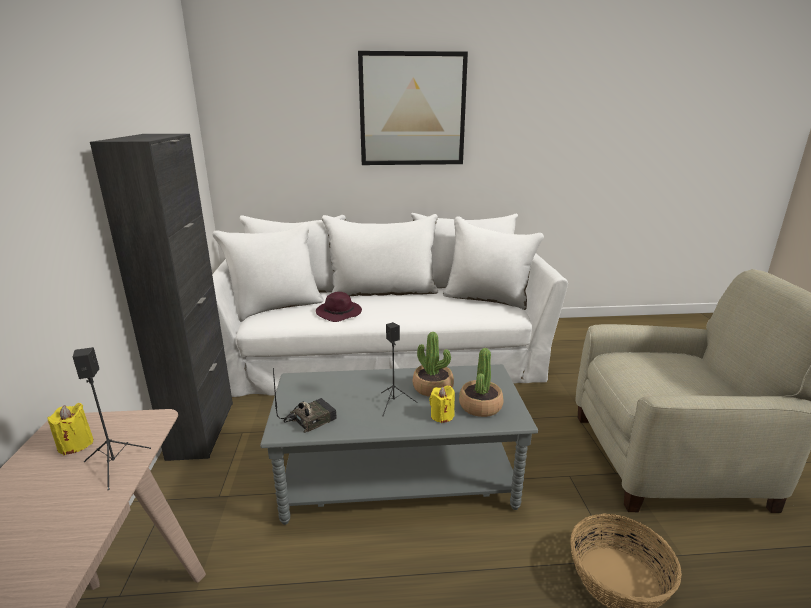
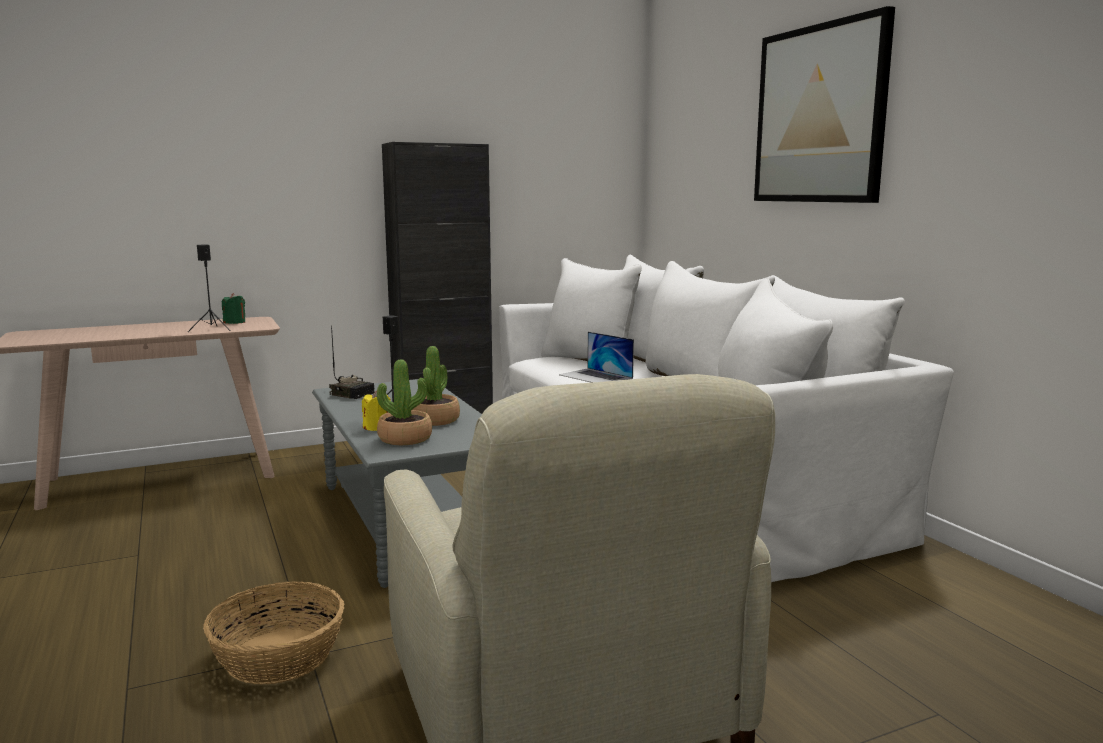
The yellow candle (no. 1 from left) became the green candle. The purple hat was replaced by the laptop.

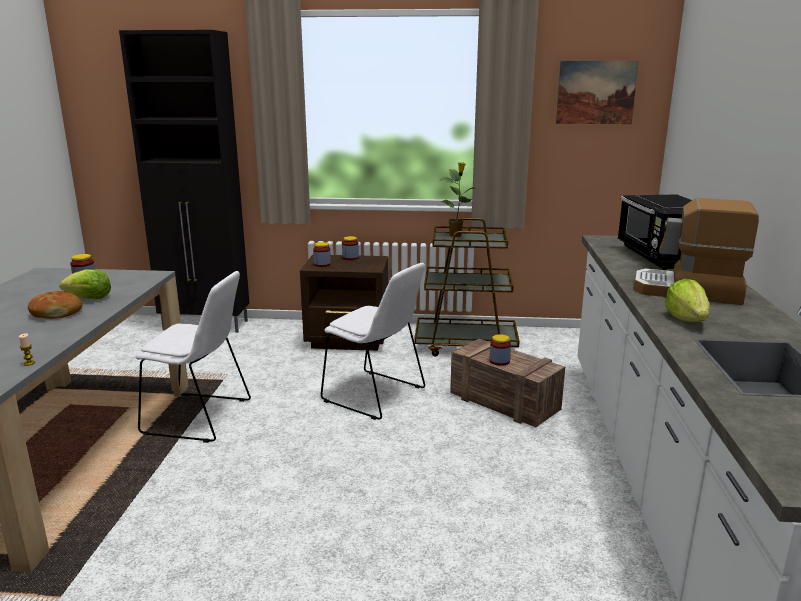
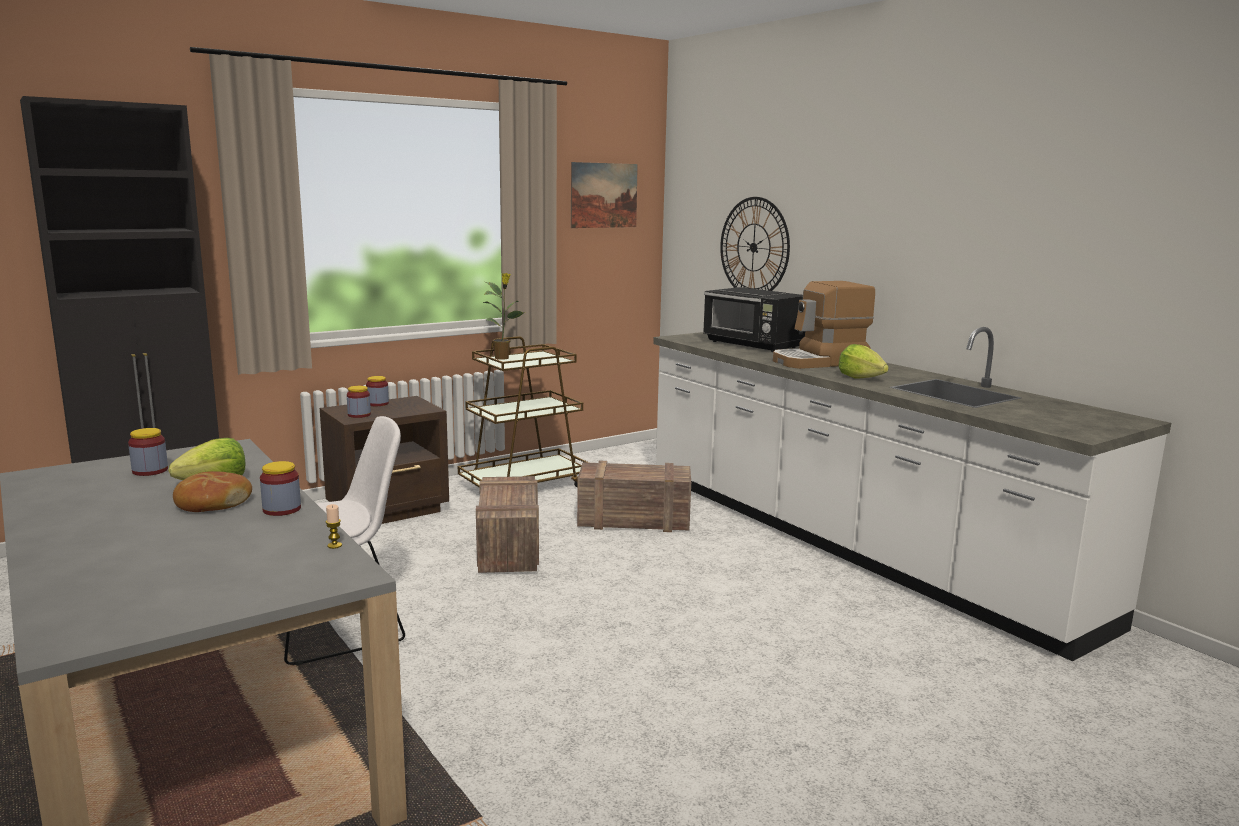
The white chair (no. 2 from left) was replaced by the crate (no. 1 from left). The jar (no. 4 from left in the first image) moved. The wall clock appeared.

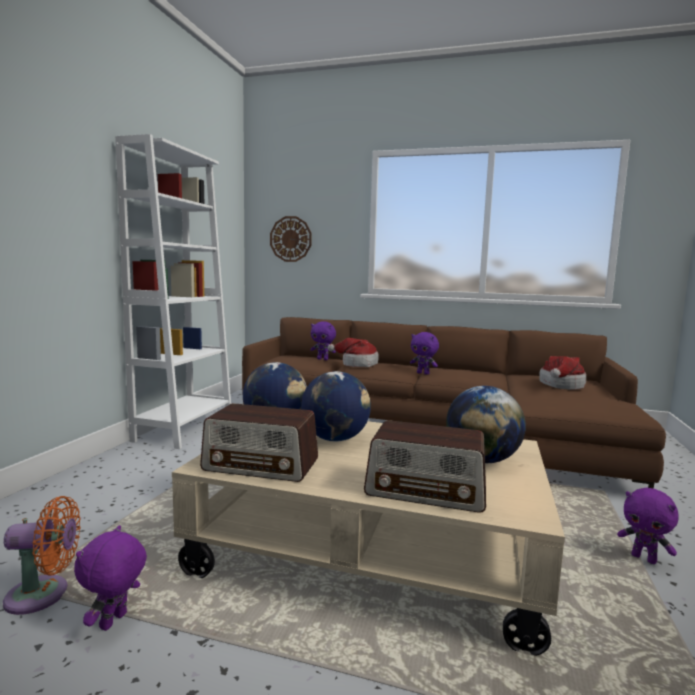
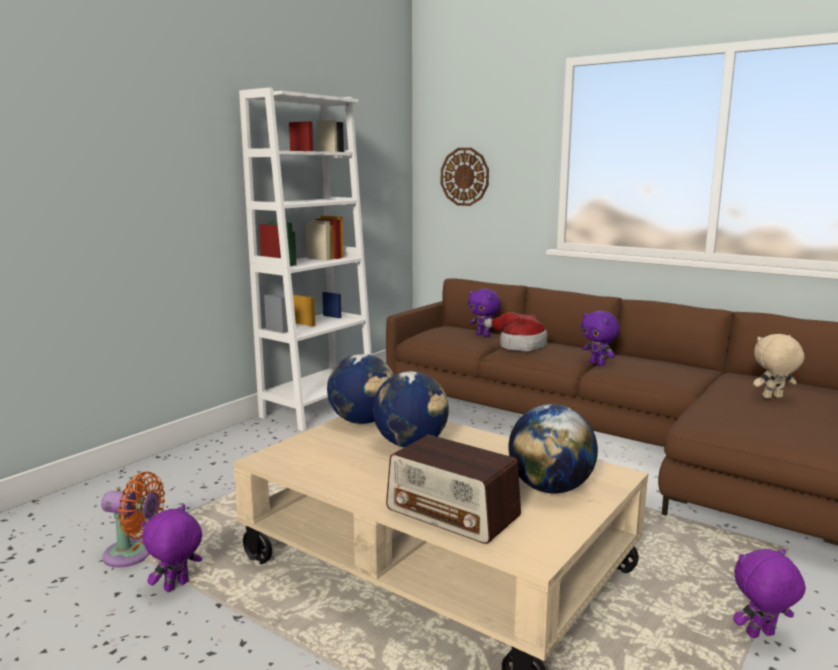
The radio (no. 1 from left) disappeared. The hat (no. 2 from left) was replaced by the beige plush toy. The purple plush toy (no. 4 from left) turned 105 degrees clockwise.

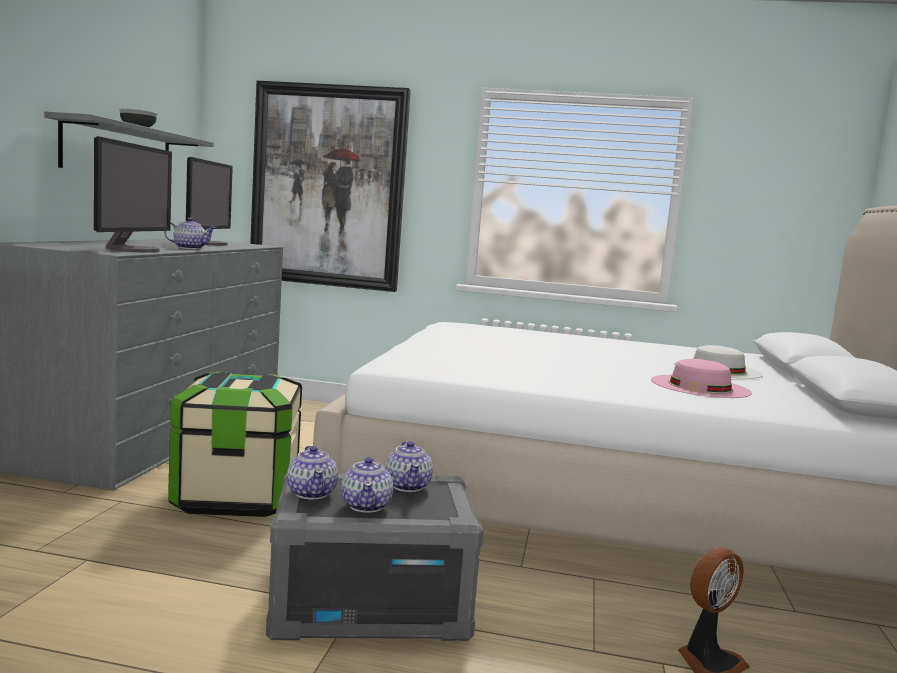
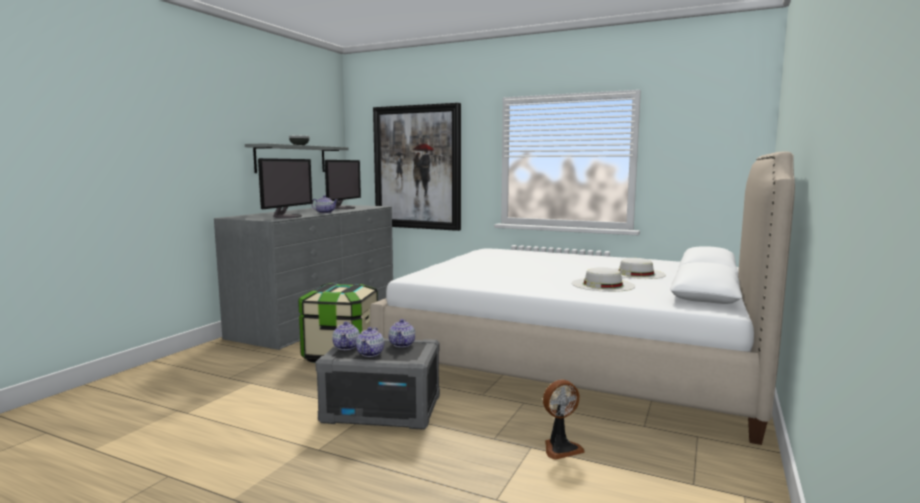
The pink hat became the white hat (no. 1 from left).

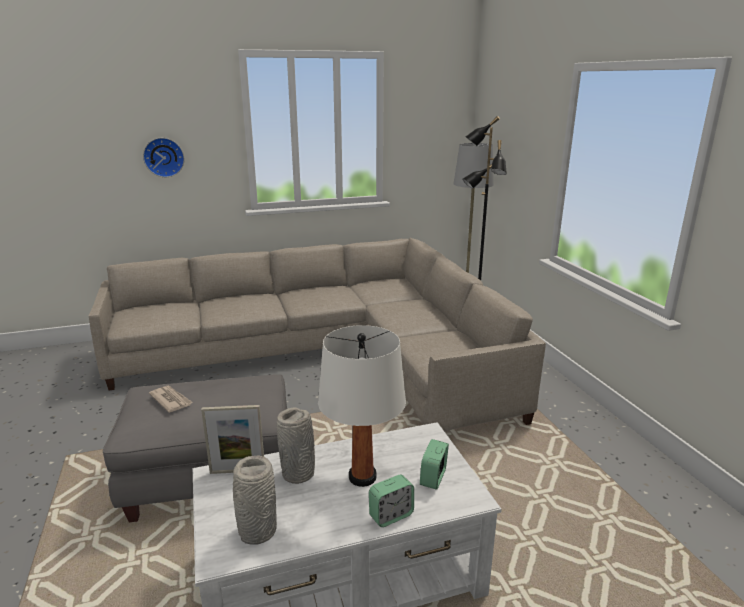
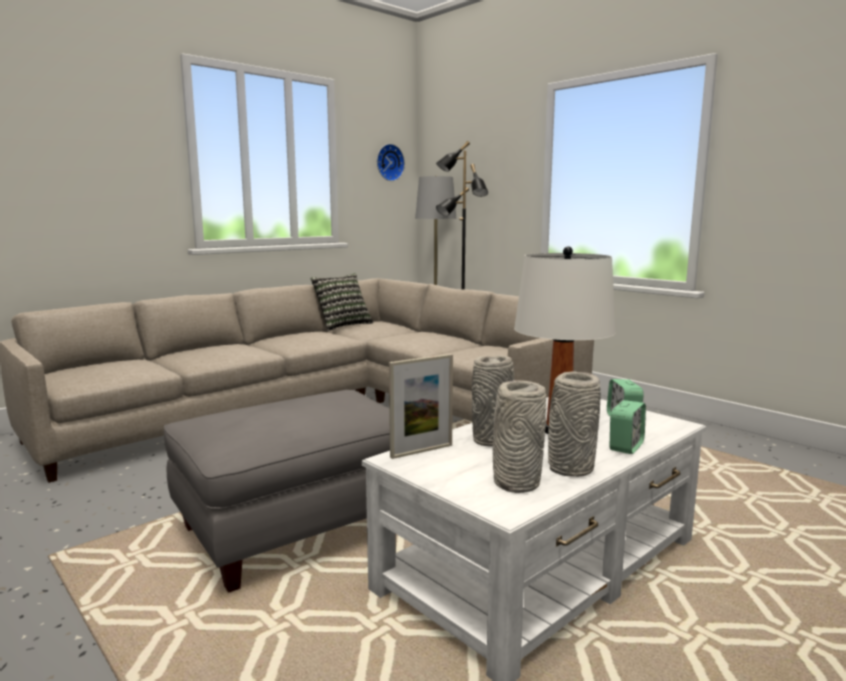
The wall clock moved. The newspaper disappeared. The pillow appeared. The grey vase (no. 3 from left) appeared.

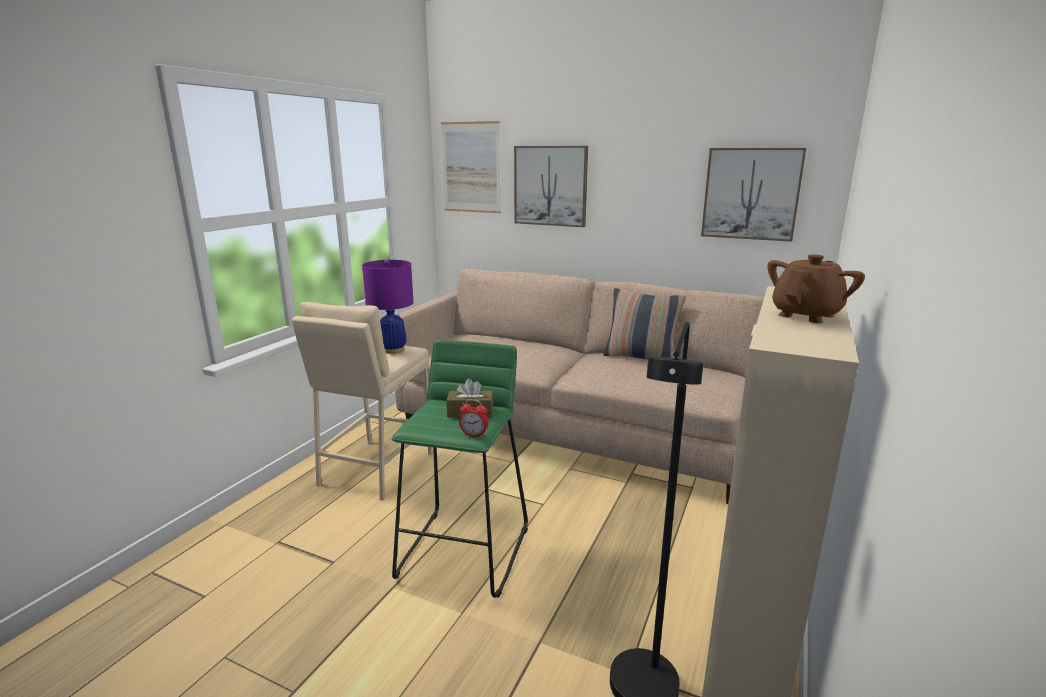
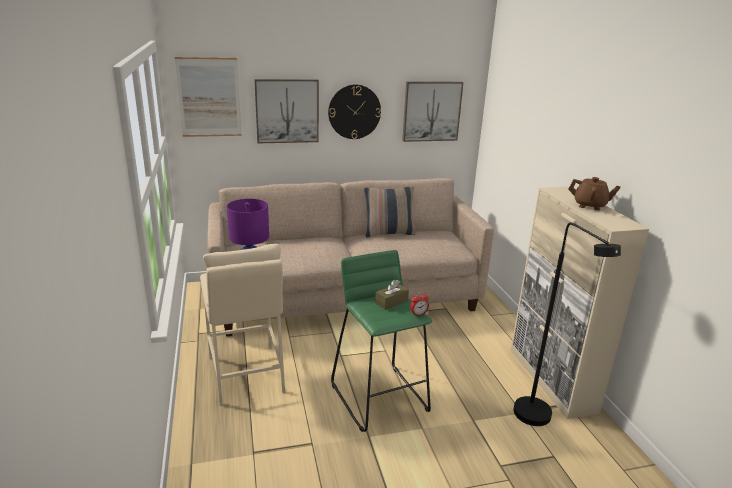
The brown teapot turned 105 degrees clockwise. The wall clock appeared.

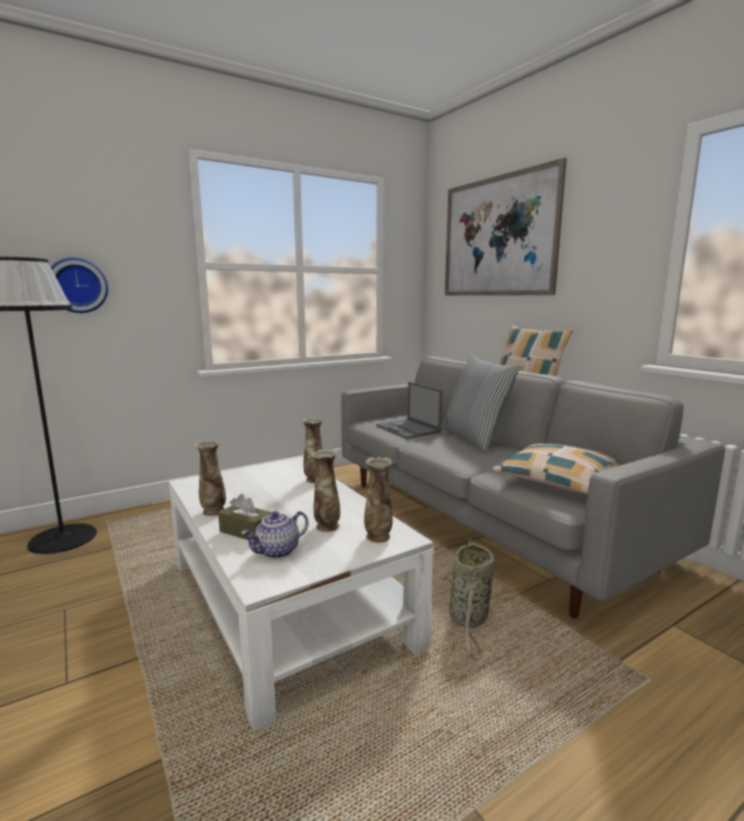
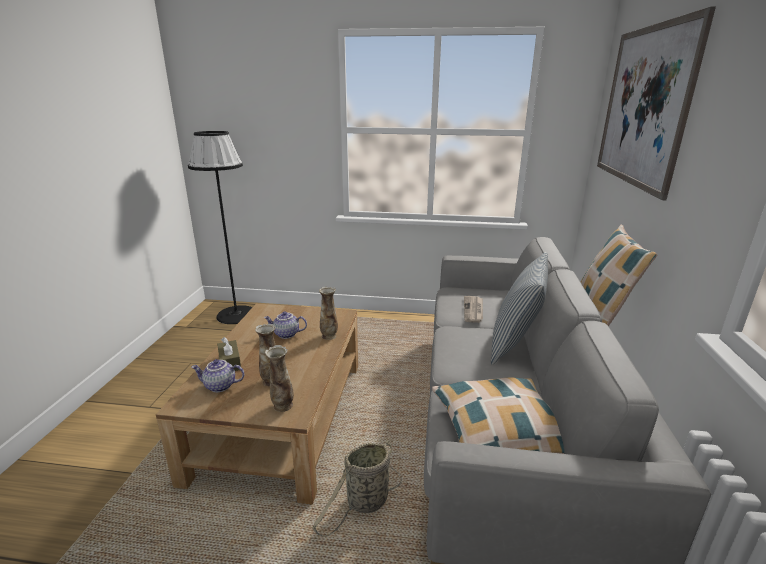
The wall clock disappeared. The white coffee table became the brown coffee table. The vase (no. 1 from left) disappeared. The laptop was replaced by the newspaper. The teapot (no. 2 from left) appeared.

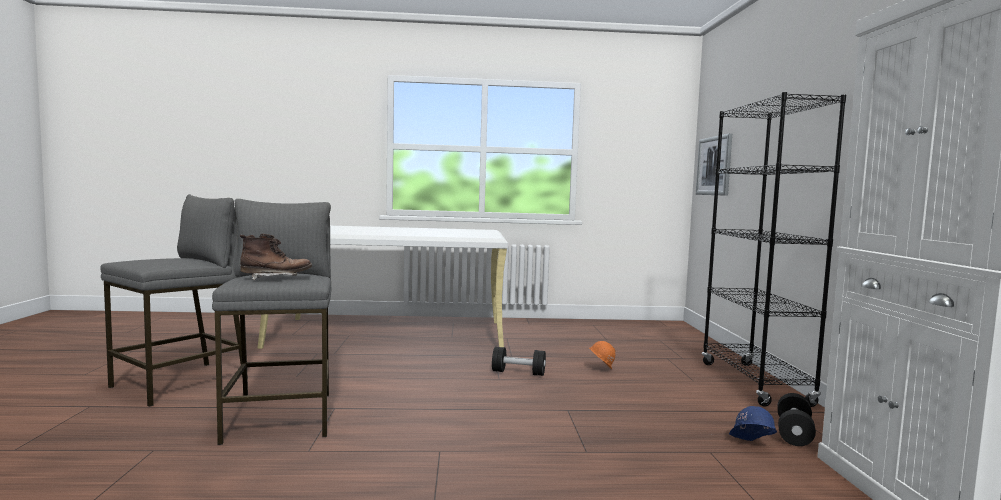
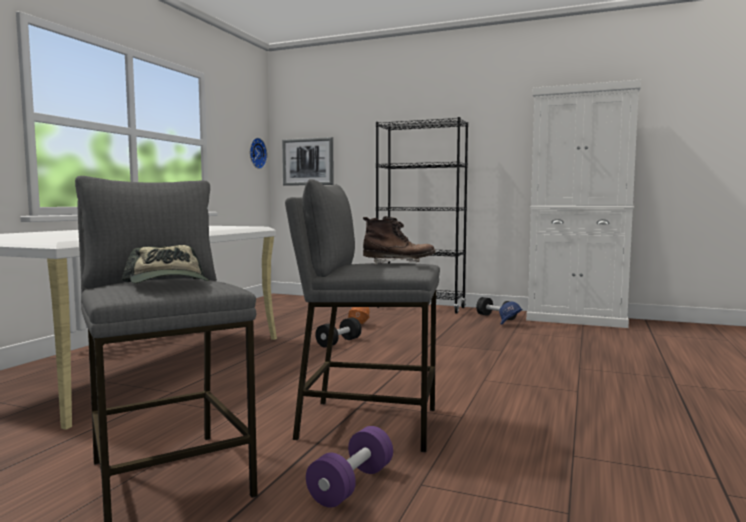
The brown boot turned 90 degrees clockwise. The cap appeared. The wall clock appeared. The purple dumbbell appeared.

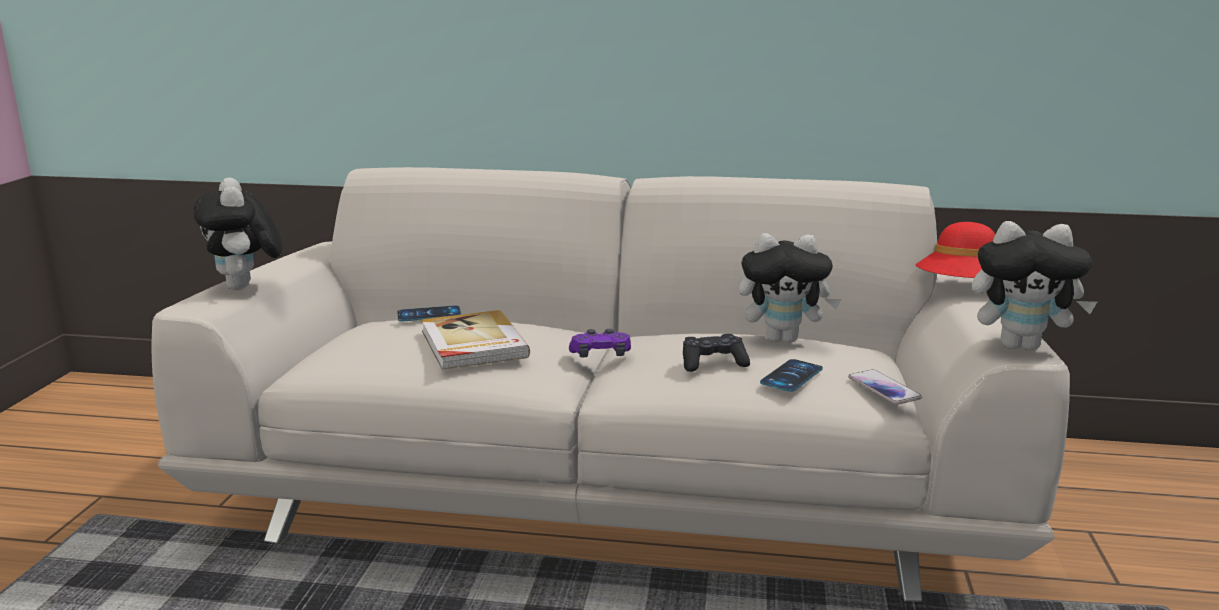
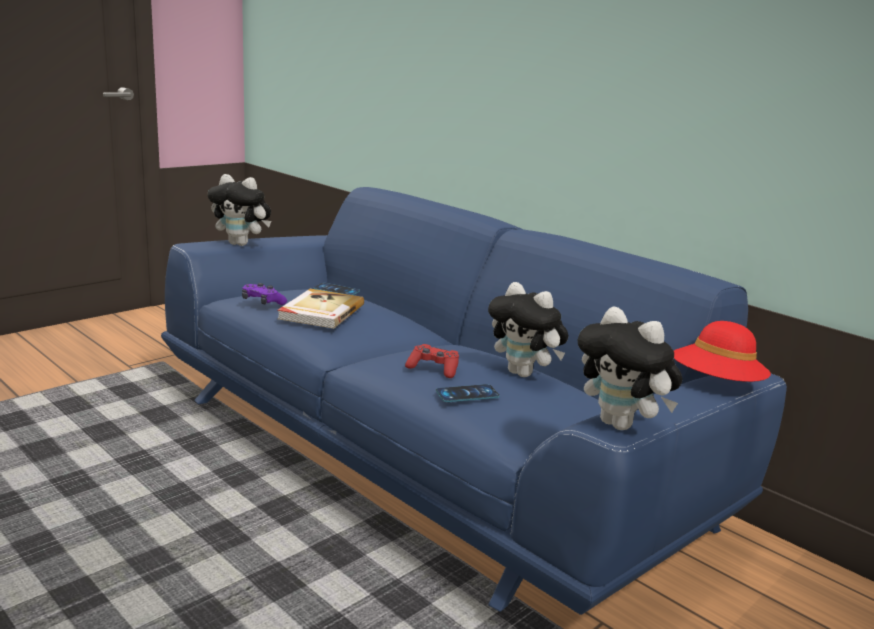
The white sofa became the blue sofa. The plush toy (no. 1 from left) turned 90 degrees counterclockwise. The purple game controller moved. The black game controller became the red game controller. The phone (no. 3 from left) disappeared.

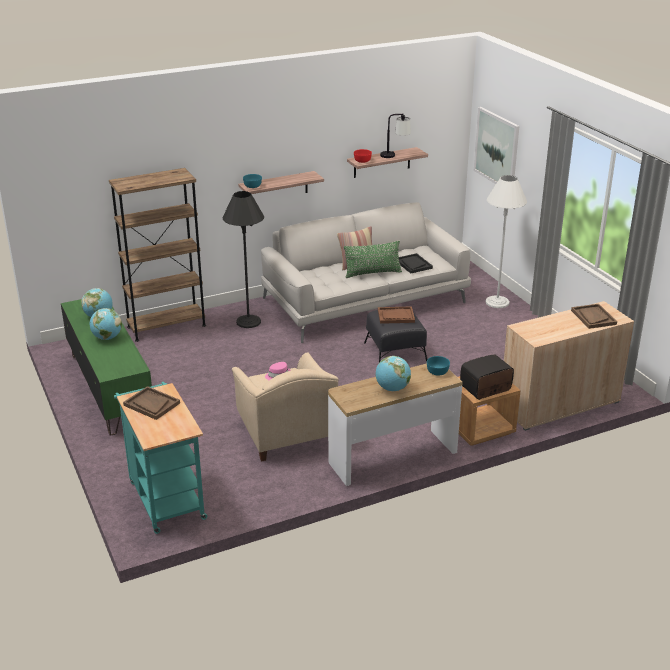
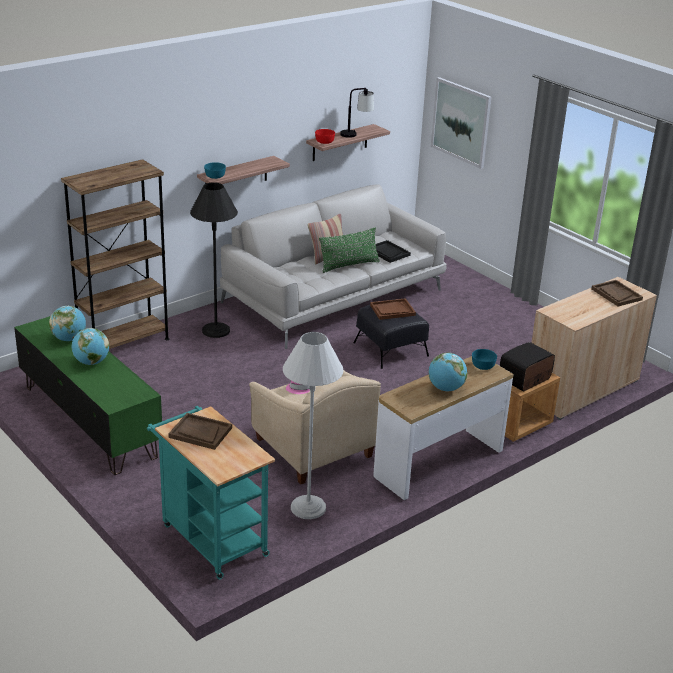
The white floor lamp moved.

